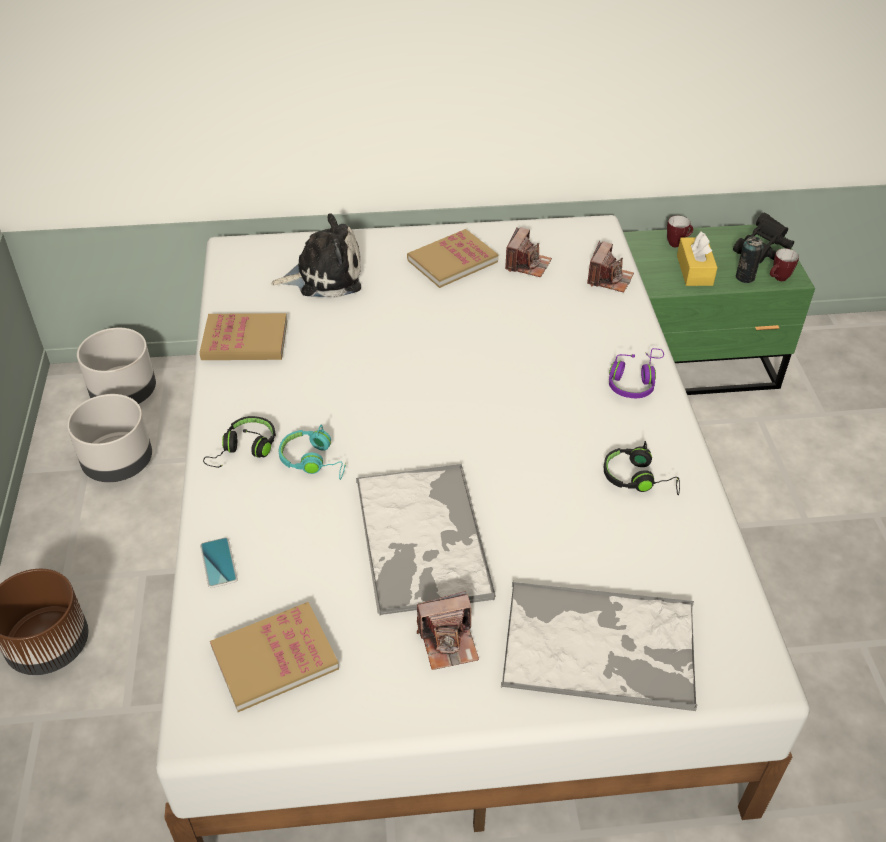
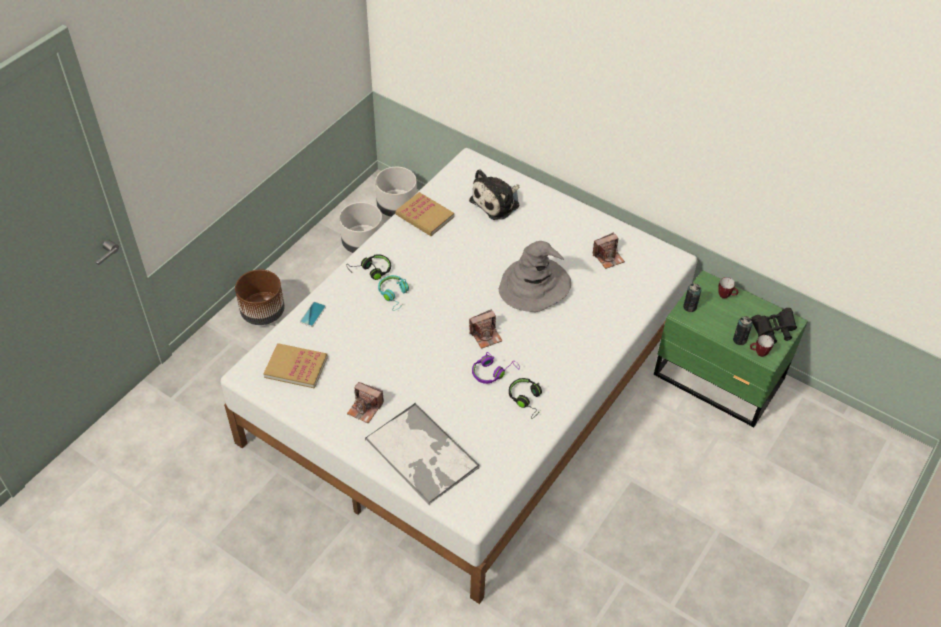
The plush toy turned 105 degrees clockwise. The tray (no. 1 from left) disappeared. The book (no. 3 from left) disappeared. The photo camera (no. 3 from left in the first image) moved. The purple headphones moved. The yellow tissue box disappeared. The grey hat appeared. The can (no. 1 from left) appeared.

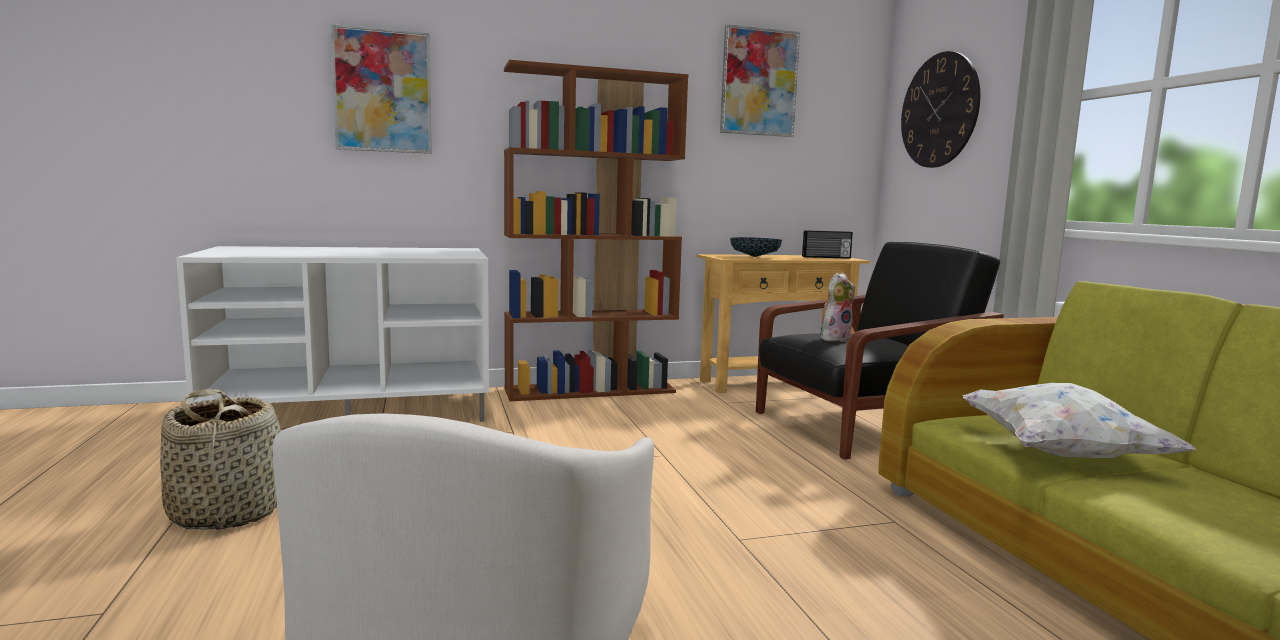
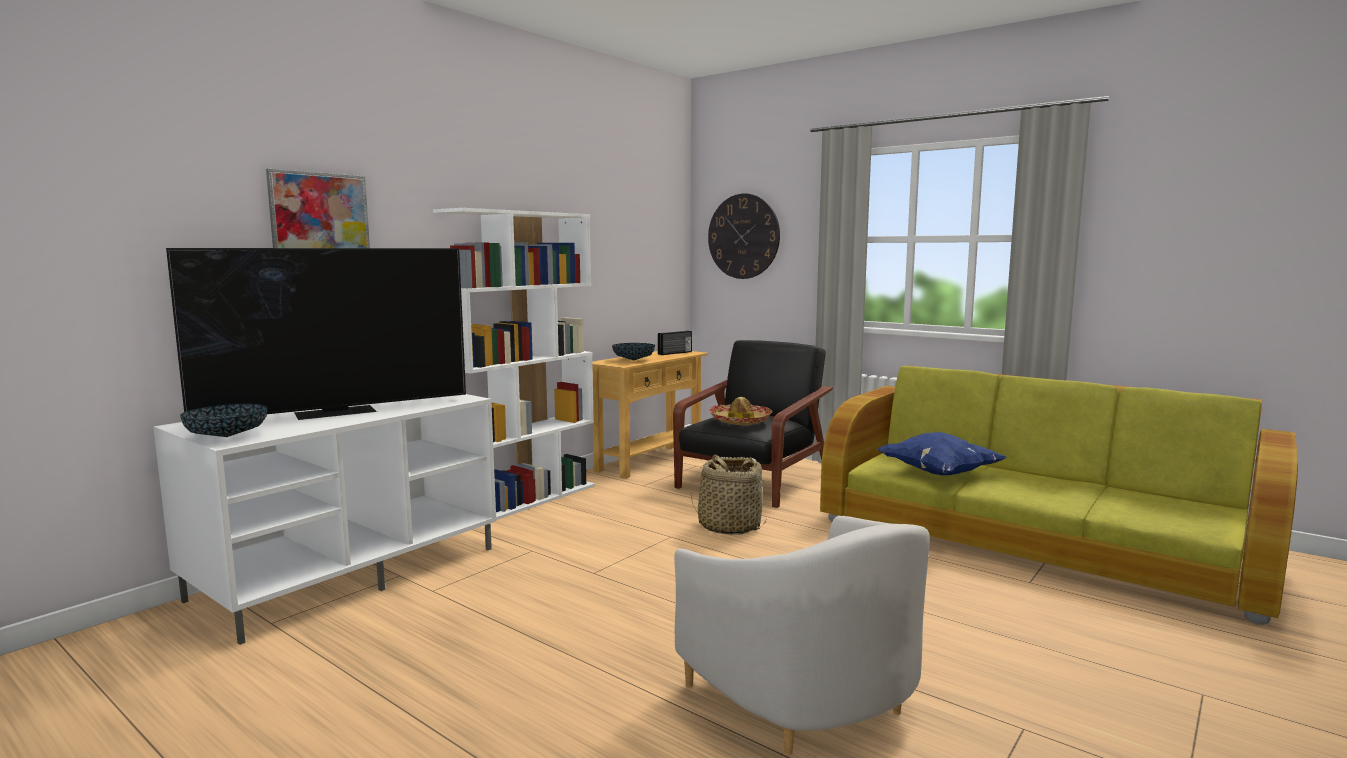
The basket moved. The brown bookcase became the white bookcase. The picture (no. 2 from left) disappeared. The plush toy was replaced by the hat. The white pillow became the blue pillow. The television appeared. The bowl (no. 1 from left) appeared.

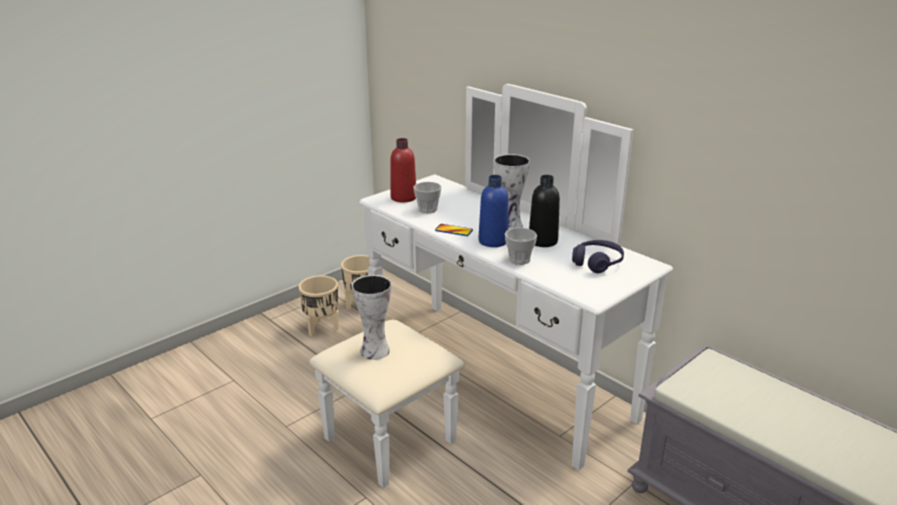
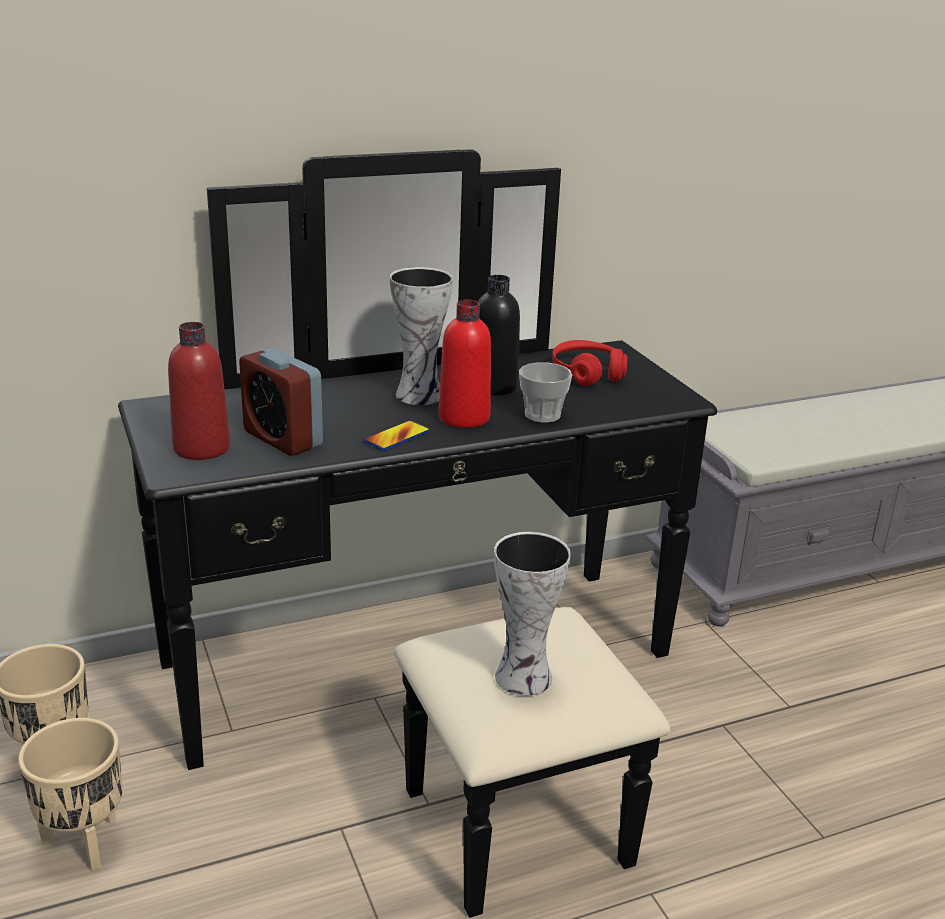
The white dresser became the black dresser. The cup (no. 1 from left) was replaced by the alarm clock. The blue bottle became the red bottle (no. 2 from left). The purple headphones became the red headphones.

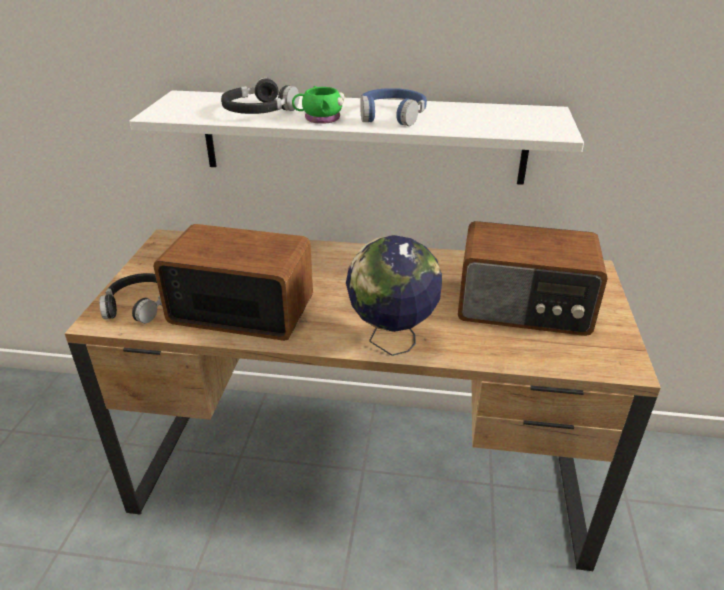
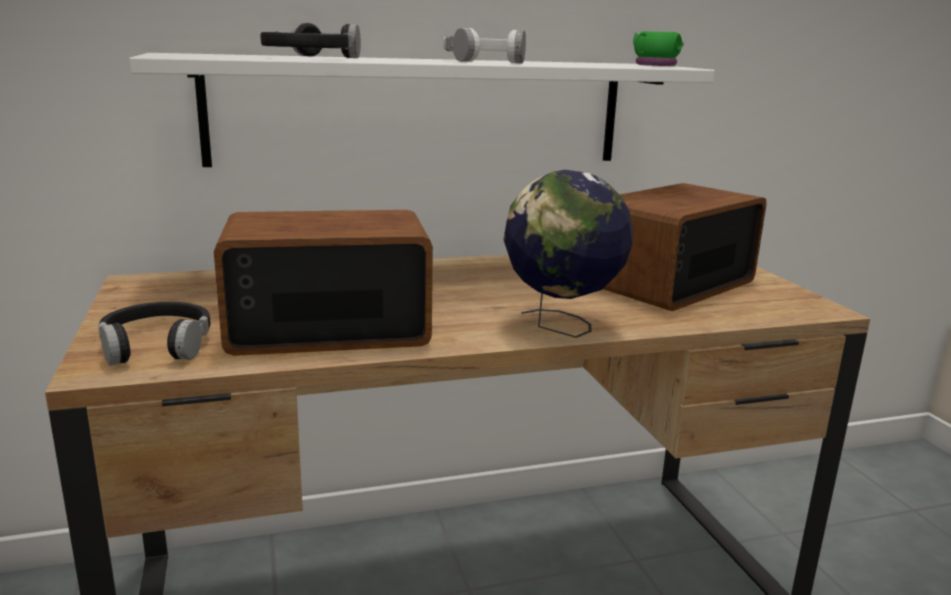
The green mug moved. The blue headphones became the white headphones. The radio (no. 2 from left) turned 150 degrees clockwise.

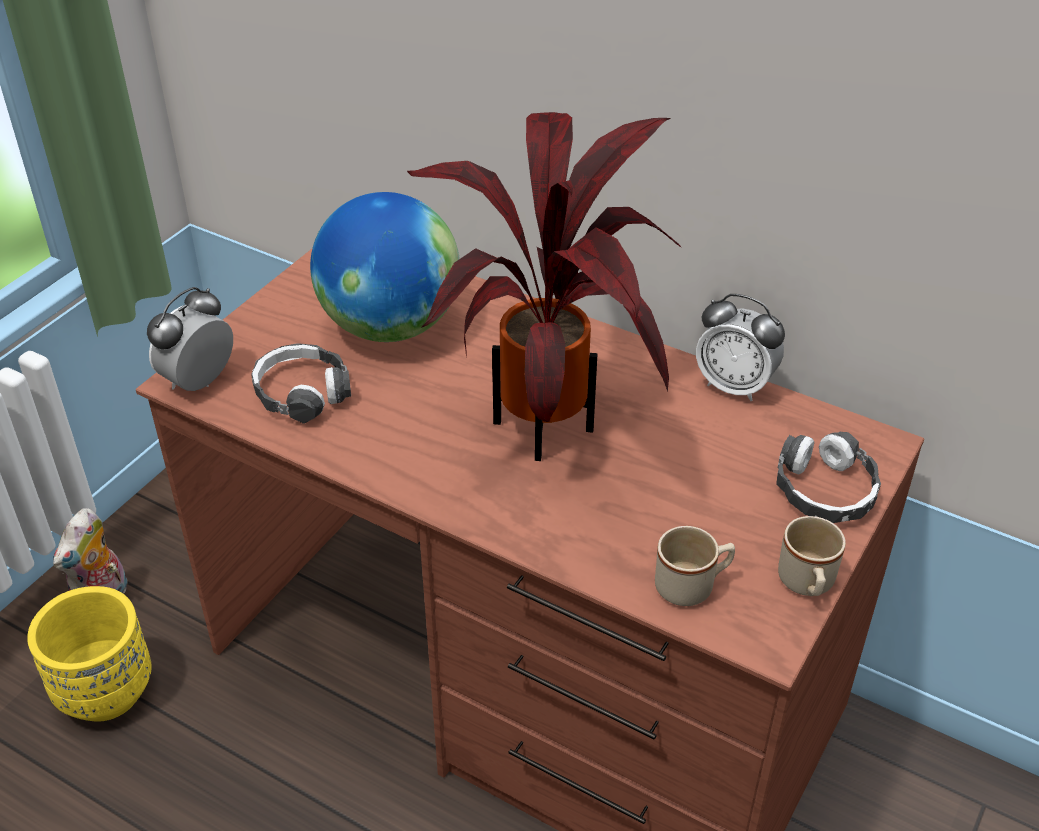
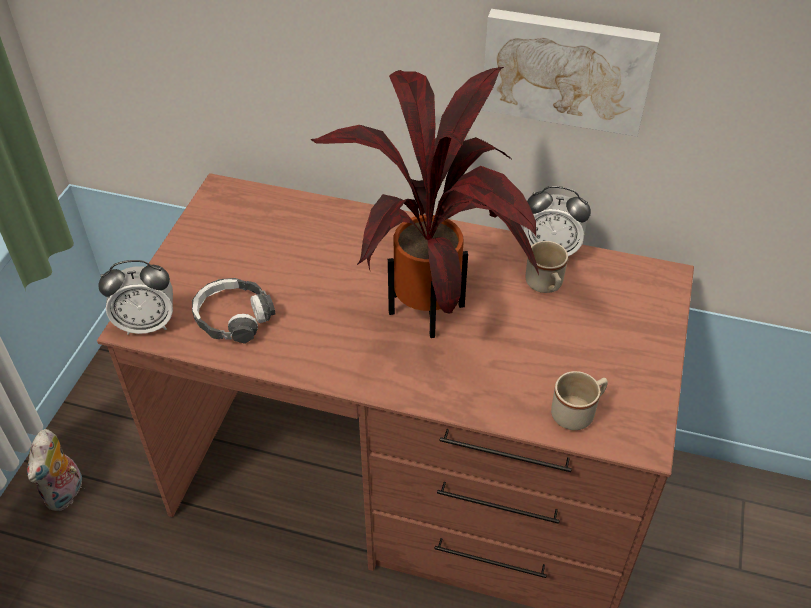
The yellow planter disappeared. The alarm clock (no. 1 from left) turned 120 degrees counterclockwise. The globe disappeared. The headphones (no. 2 from left) disappeared. The beige mug (no. 2 from left in the first image) moved. The picture appeared.

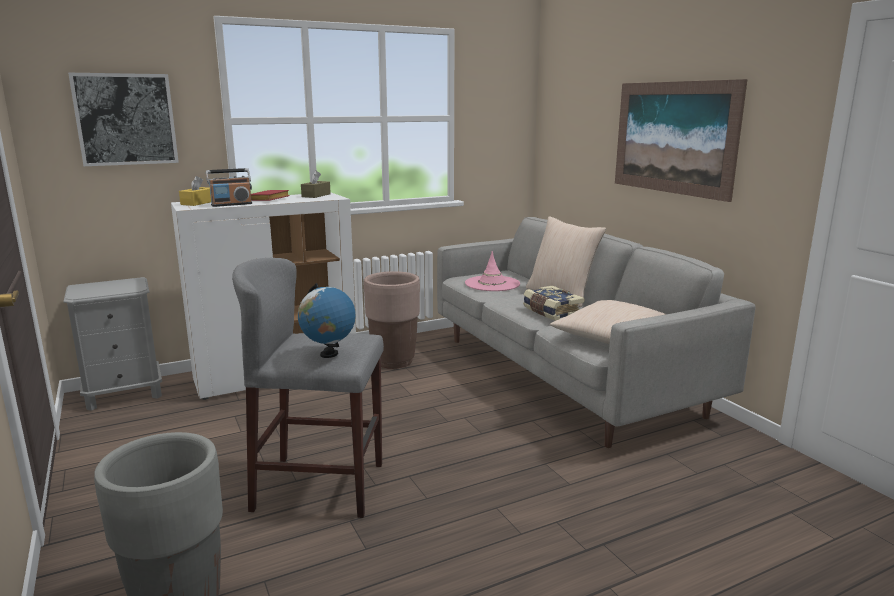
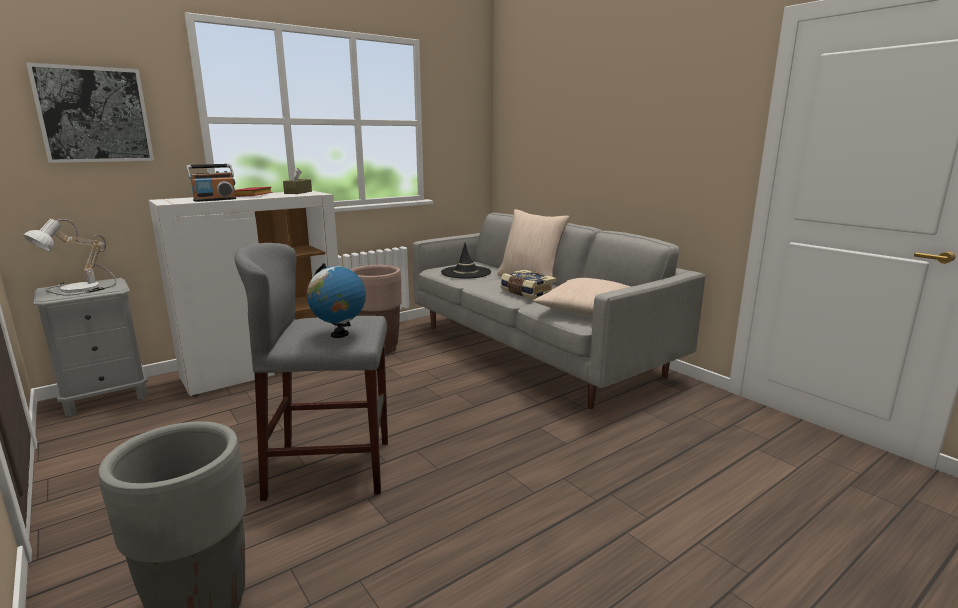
The yellow tissue box disappeared. The pink hat became the black hat. The picture (no. 2 from left) disappeared. The table lamp appeared.

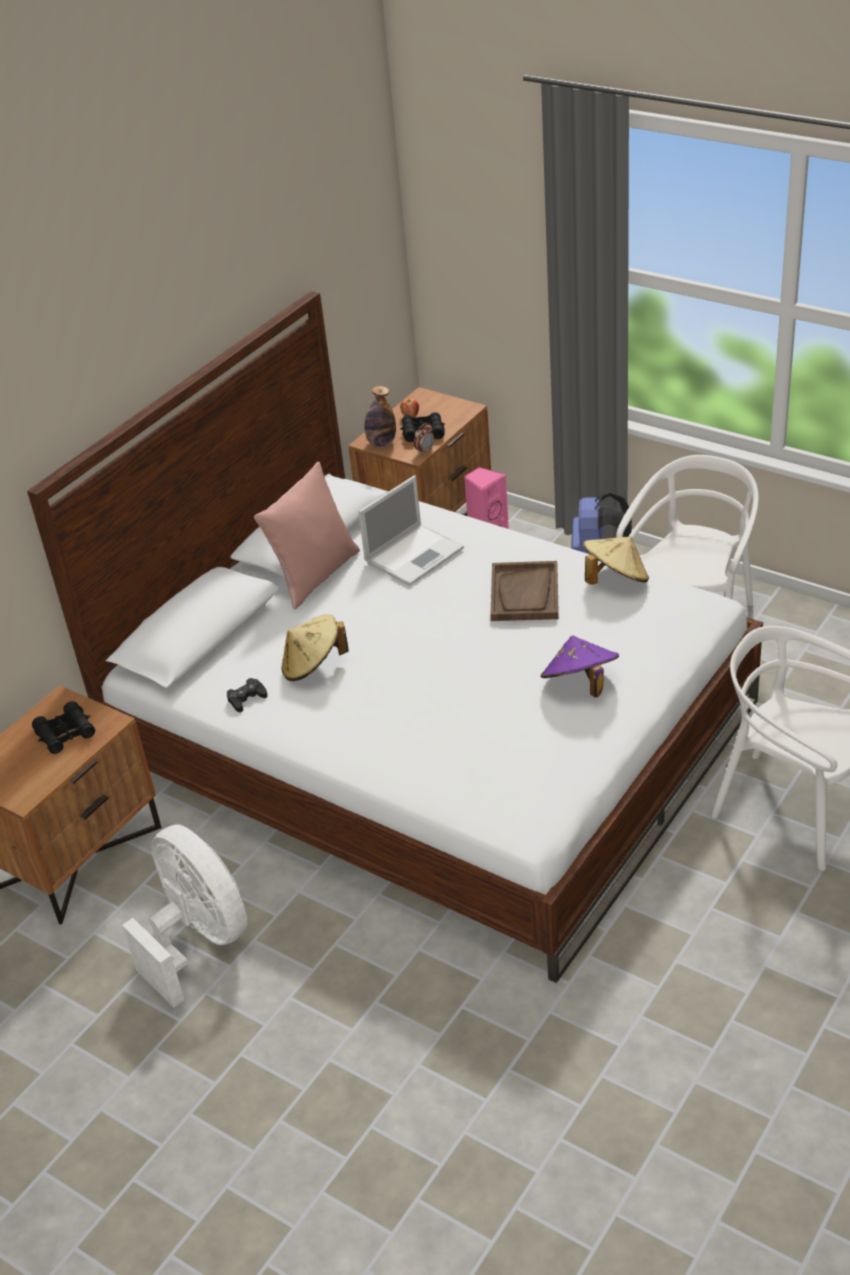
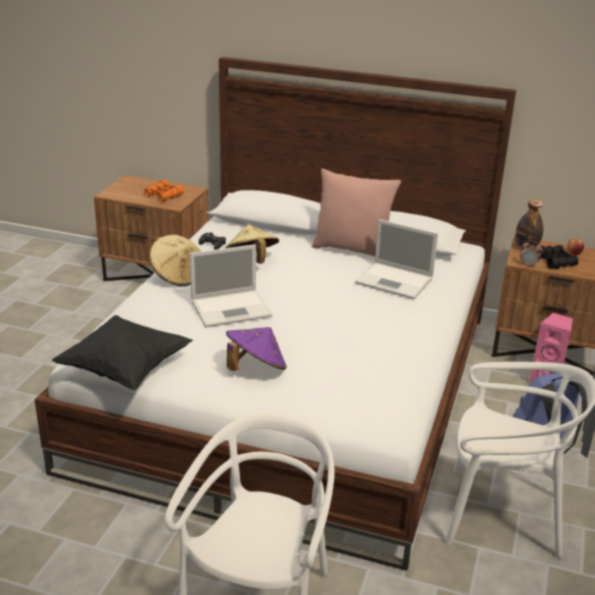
The black binoculars (no. 1 from left) became the orange binoculars. The white fan disappeared. The brown tray disappeared. The beige hat (no. 2 from left in the first image) moved. The black pillow appeared. The laptop (no. 1 from left) appeared.

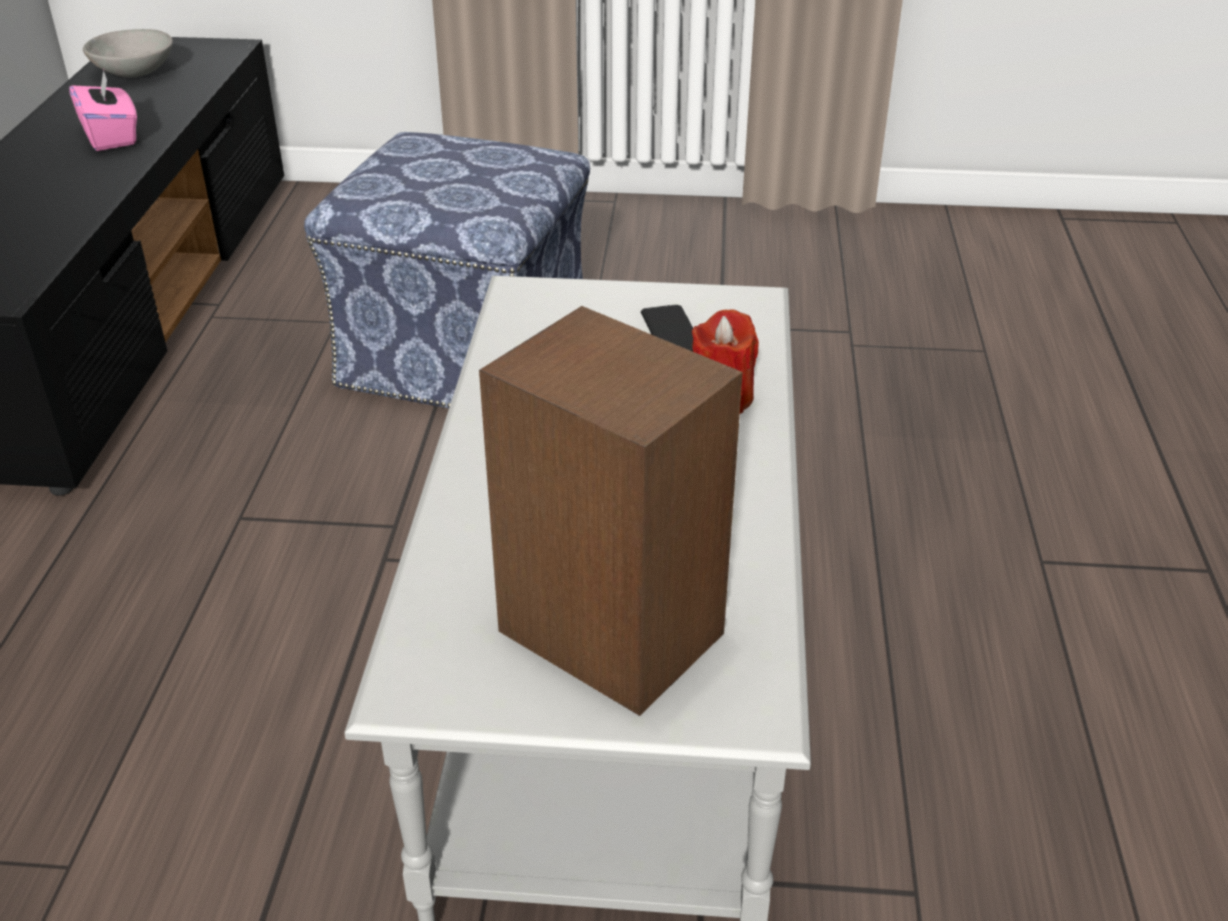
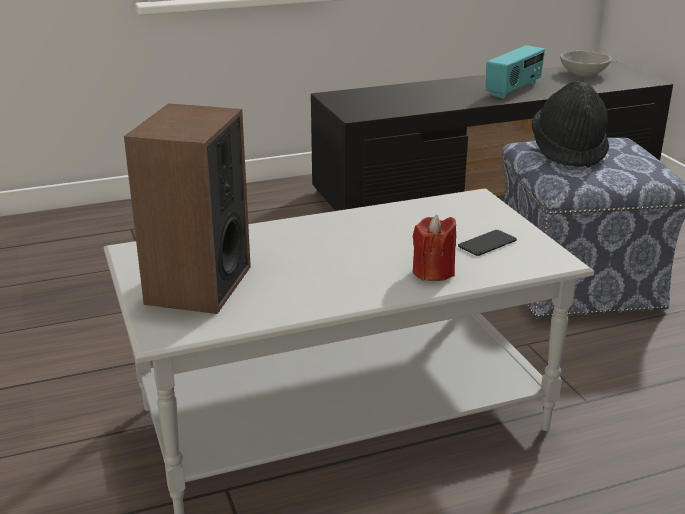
The pink tissue box was replaced by the radio. The black hat appeared.

